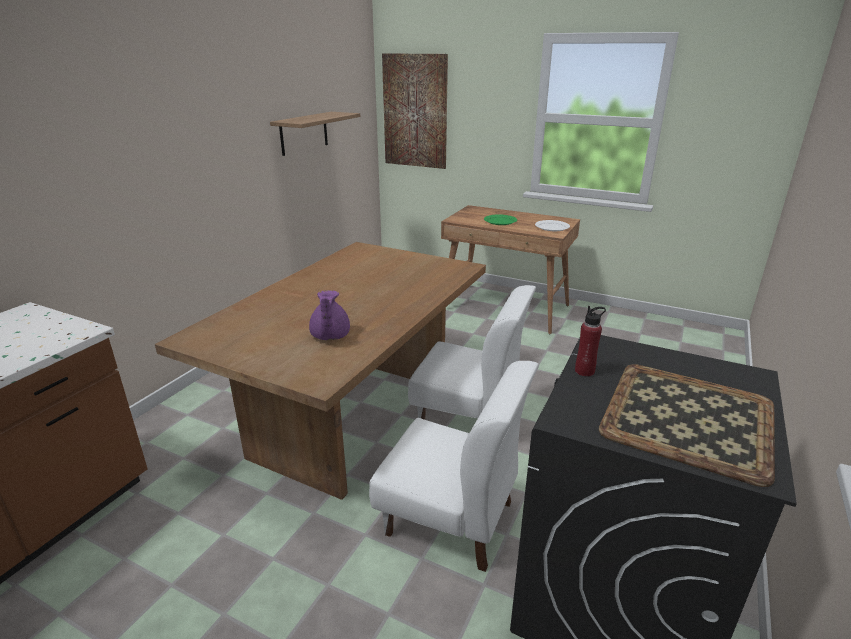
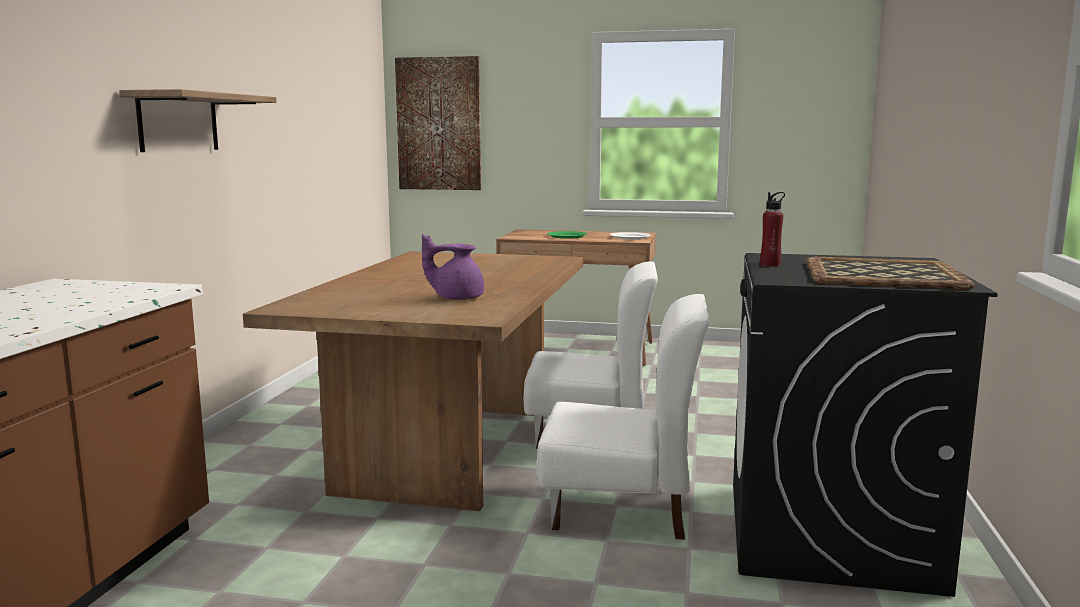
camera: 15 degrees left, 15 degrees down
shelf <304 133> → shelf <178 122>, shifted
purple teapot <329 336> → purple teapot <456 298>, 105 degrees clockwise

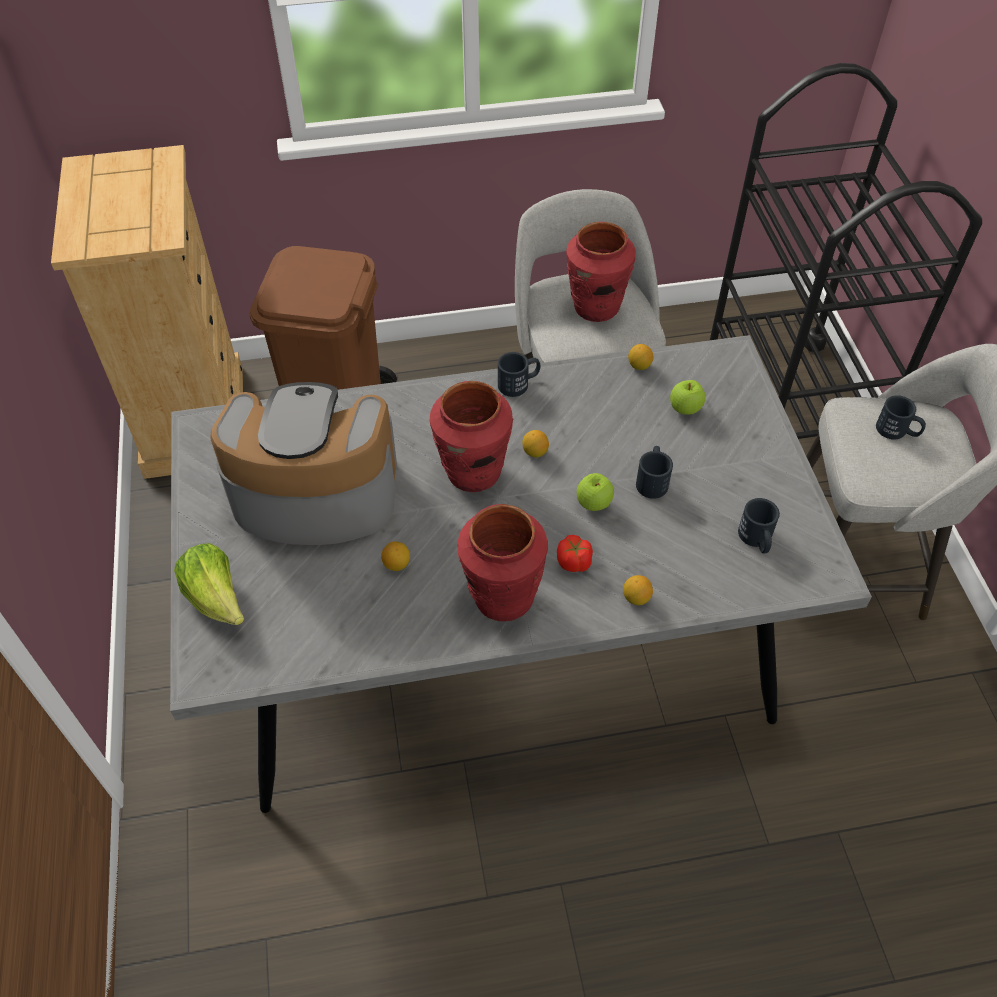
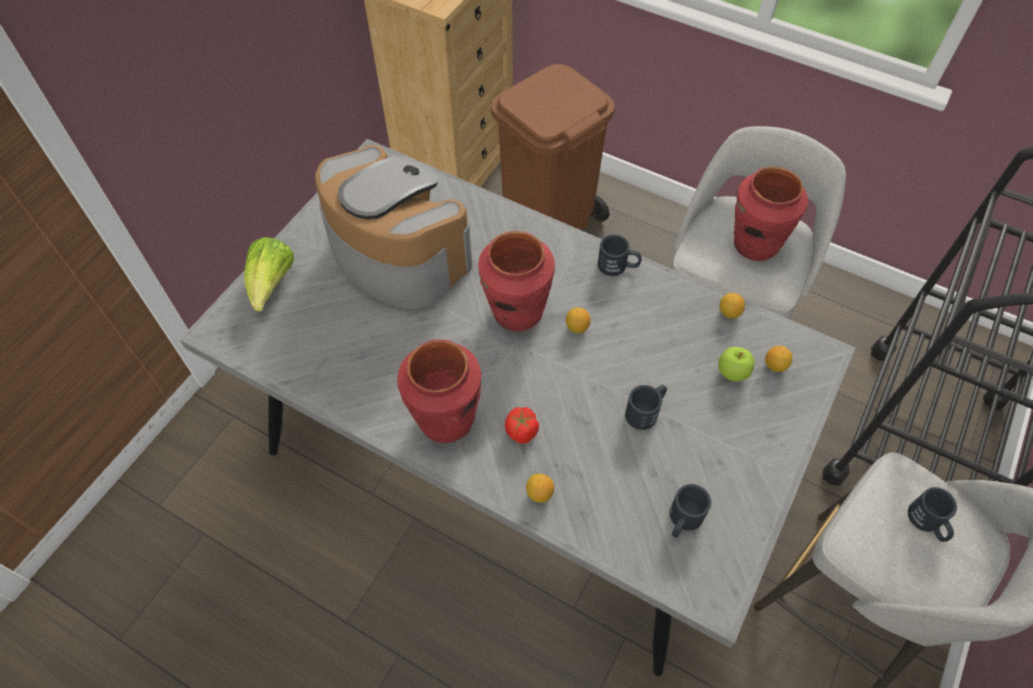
camera: 40 degrees right, 5 degrees up
lemon <397 564> → lemon <775 365>, shifted
apple <593 503> → -

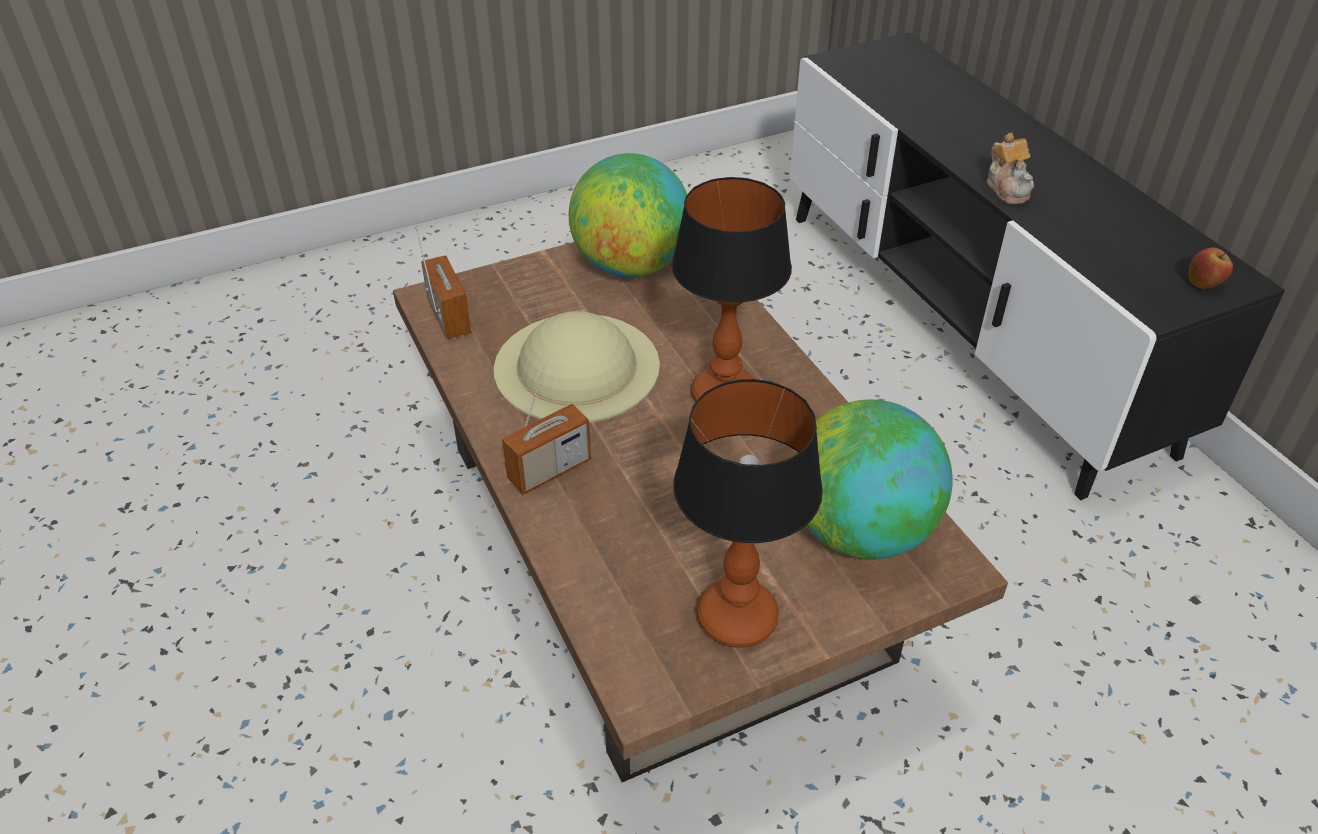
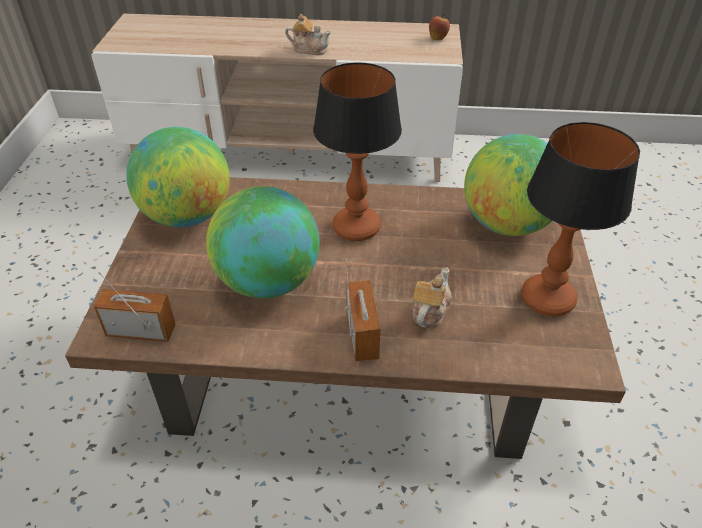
camera: 60 degrees left, 0 degrees up
beige hat <577 366> → globe <268 282>
black tv stand <966 324> → beige tv stand <290 153>
- → teapot <429 311>

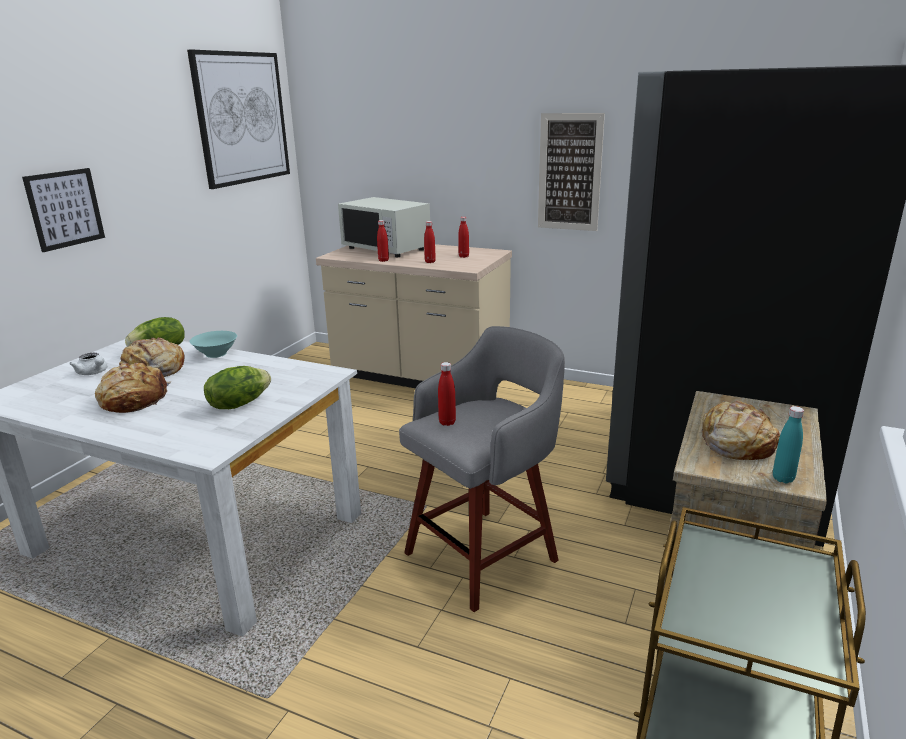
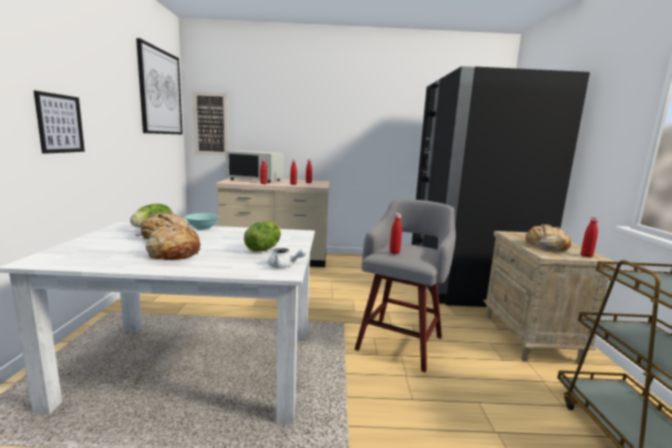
camera: 25 degrees left, 10 degrees down
white teapot <93 373> → white teapot <284 266>, shifted
picture <569 172> → picture <210 124>, shifted
turquoise bottle <783 478> → red bottle <586 256>

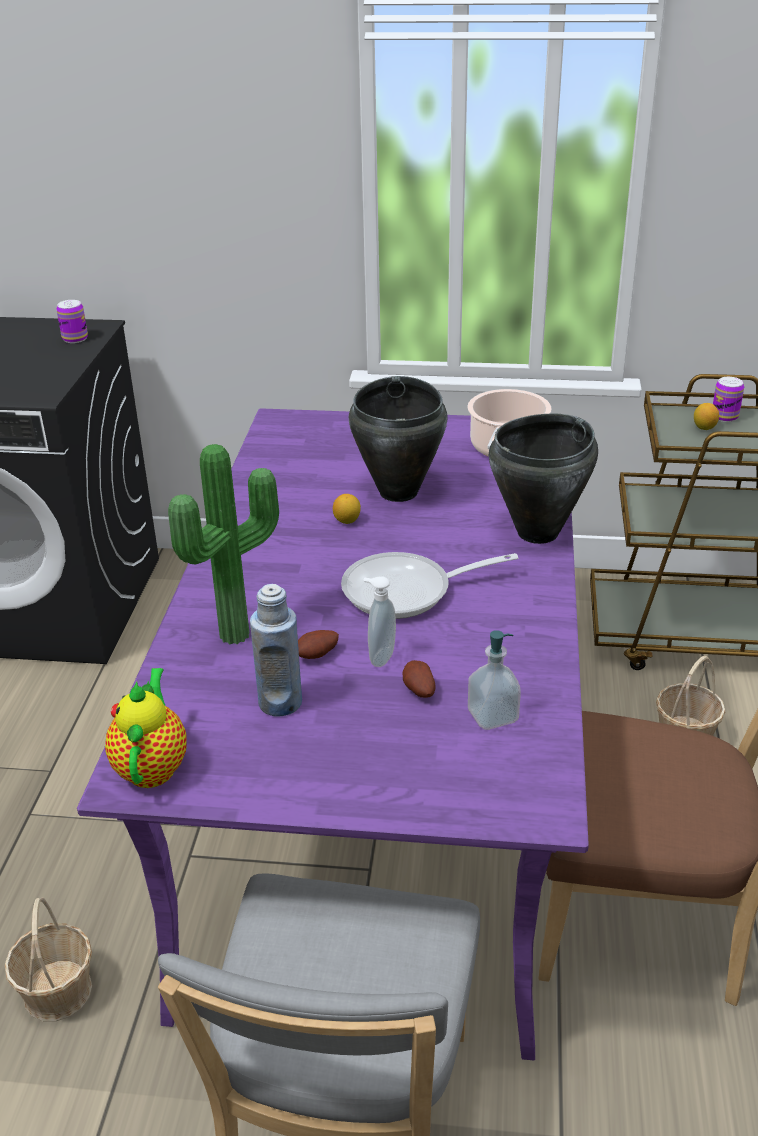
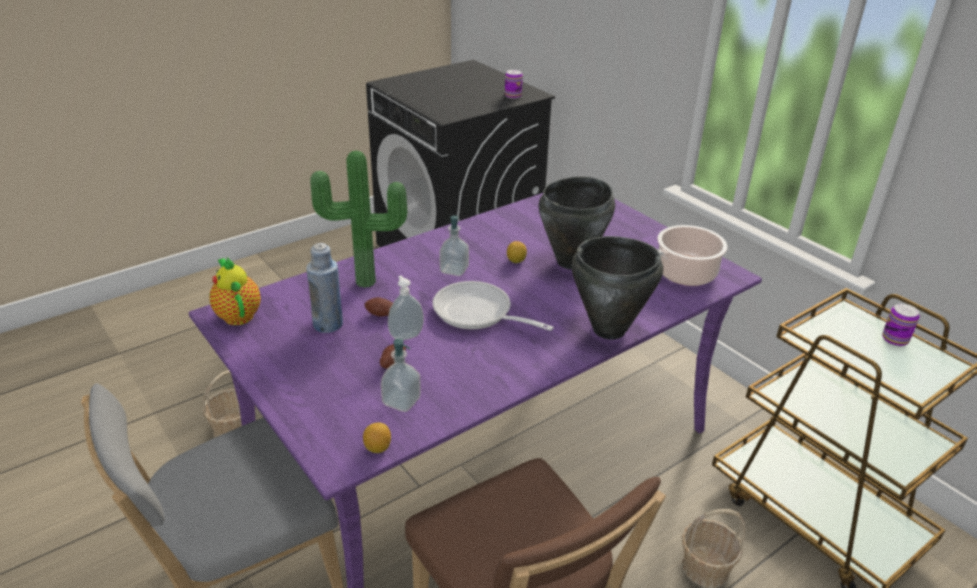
camera: 45 degrees right, 0 degrees up
teapot <152 766> → teapot <238 314>, 75 degrees counterclockwise
lemon <704 427> → lemon <377 448>, shifted
- → soap dispenser <454 270>

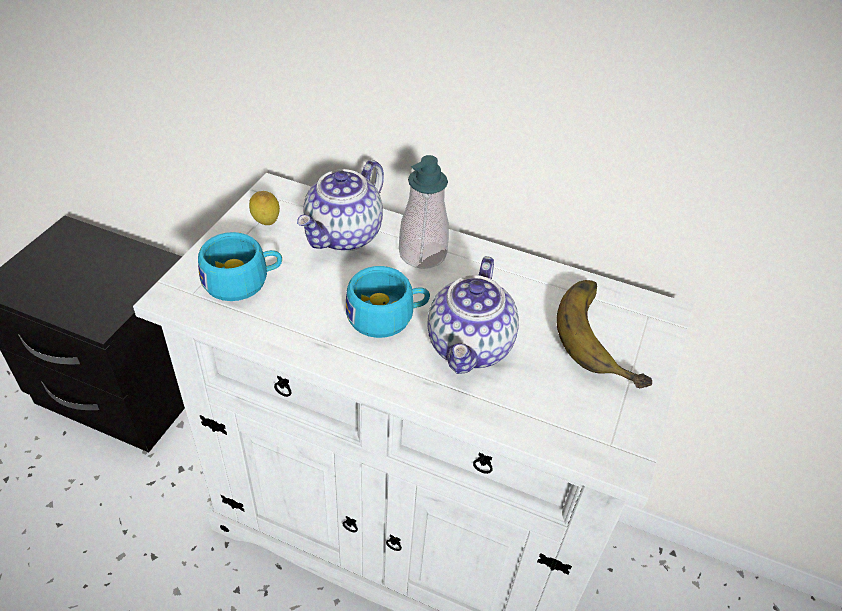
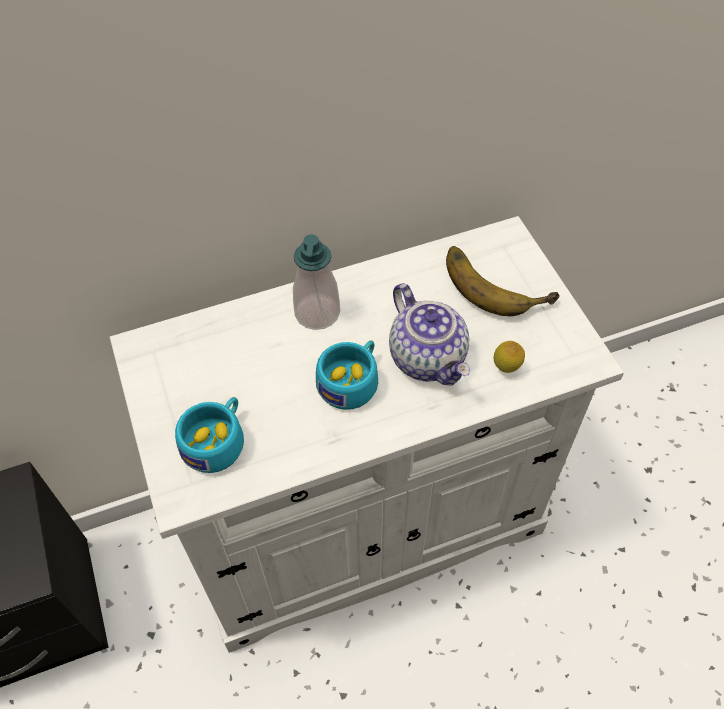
camera: 40 degrees left, 10 degrees up
lemon <266 224> → lemon <506 369>, shifted
teapot <344 235> → -

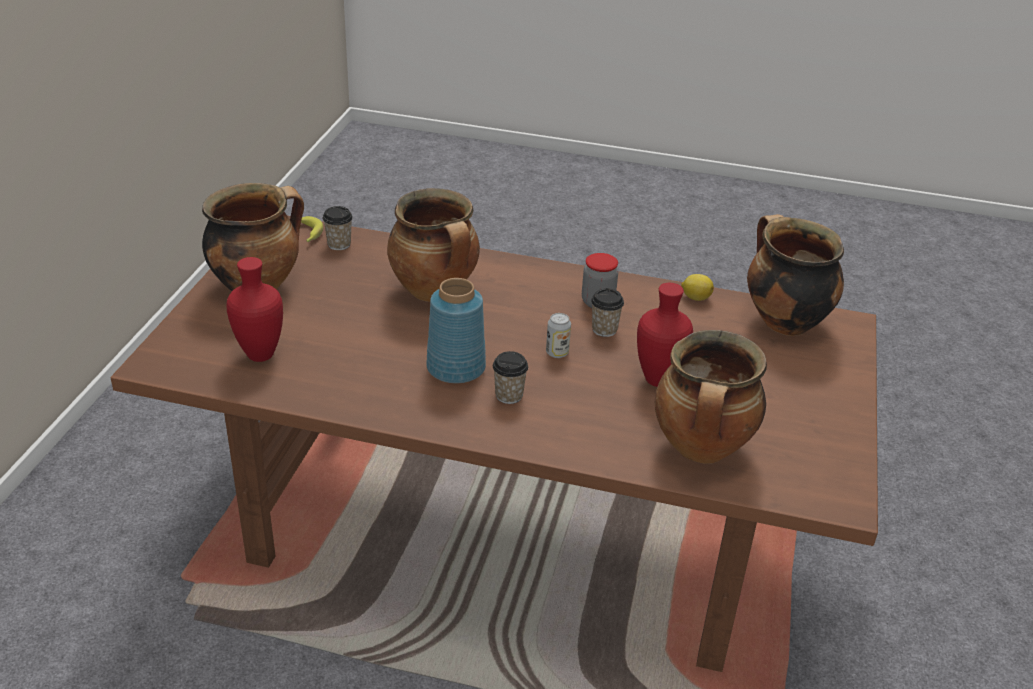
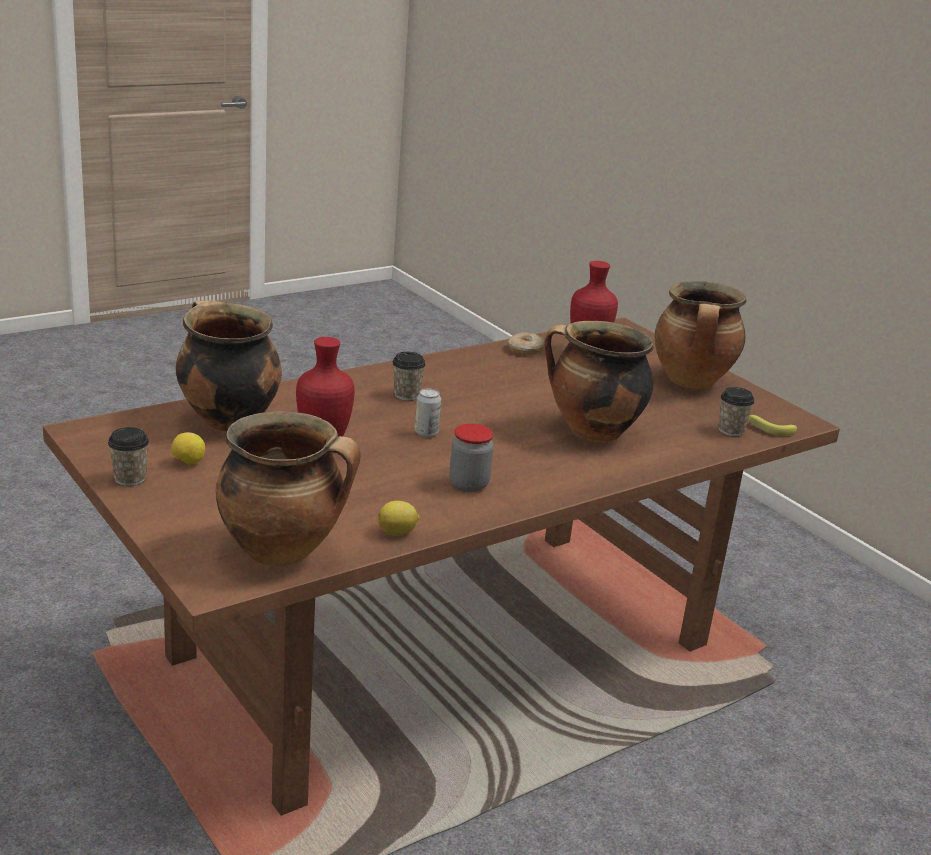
camera: 130 degrees right, 10 degrees down
blue vase <457 368> → -
cup <604 330> → cup <130 478>, shifted
- → lemon <188 462>
- → donut <525 350>

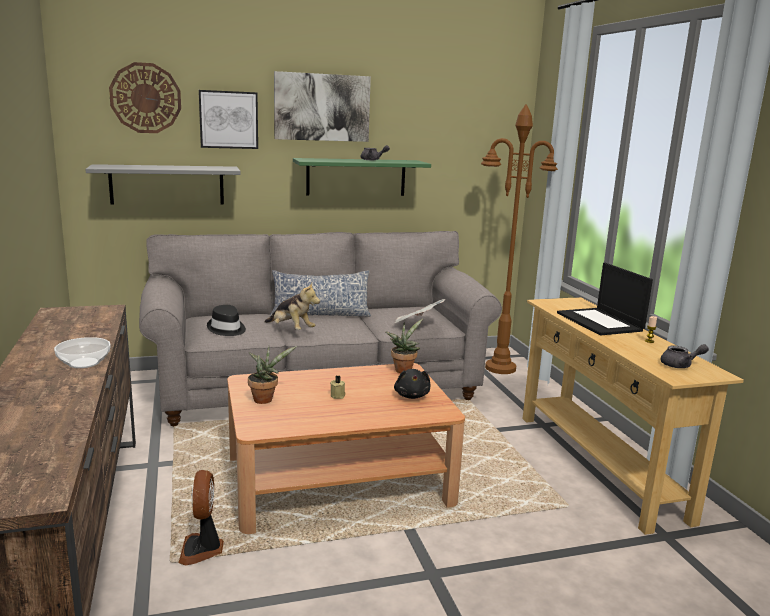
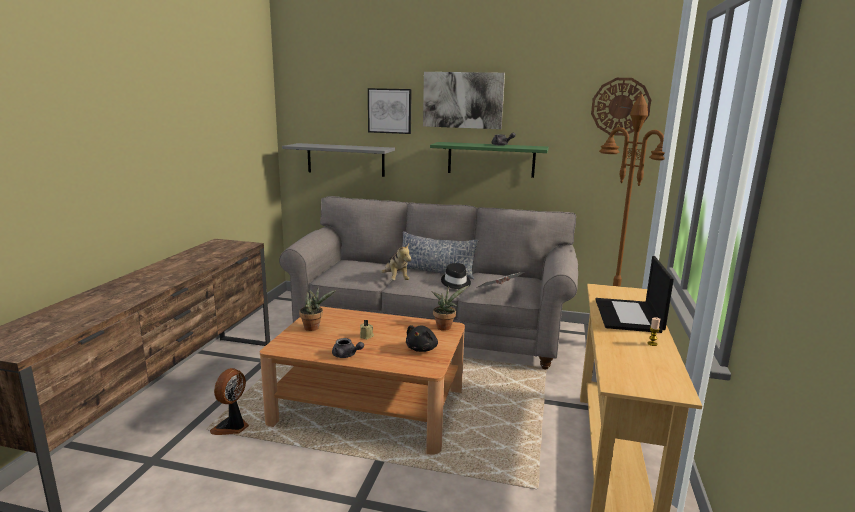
camera: 30 degrees right, 0 degrees up
bowl <85 363> → -
wall clock <145 98> → wall clock <620 106>, shifted
black hat <226 329> → black hat <455 283>, shifted
grey teapot <680 365> → grey teapot <346 355>, shifted

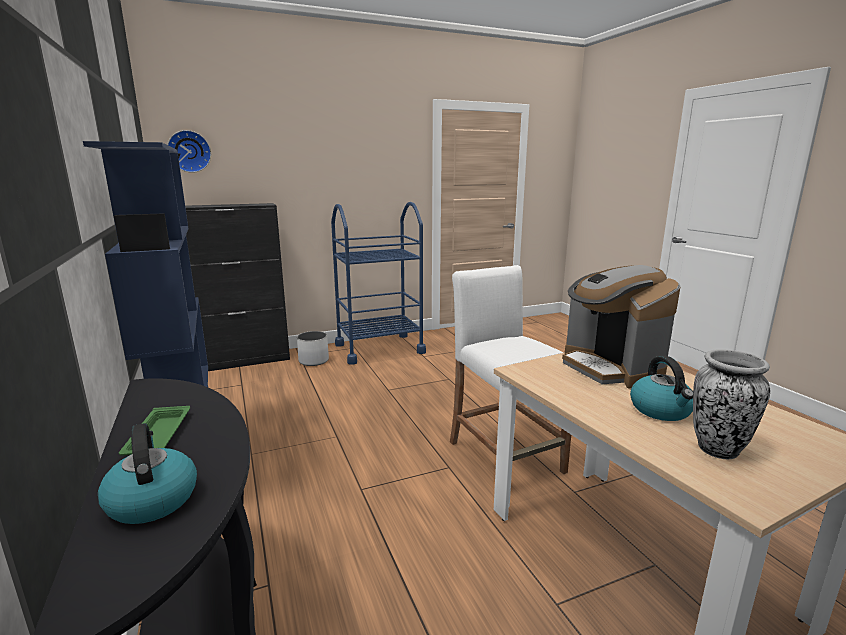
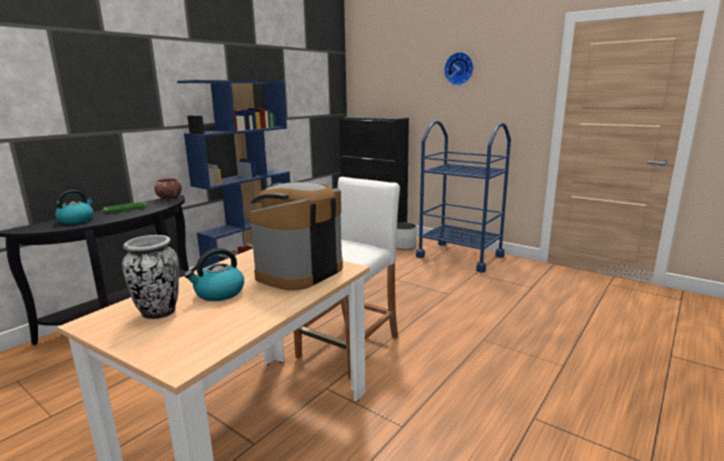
camera: 60 degrees right, 0 degrees up
wall clock <189 151> → wall clock <459 69>, shifted
- → bowl <169 199>

